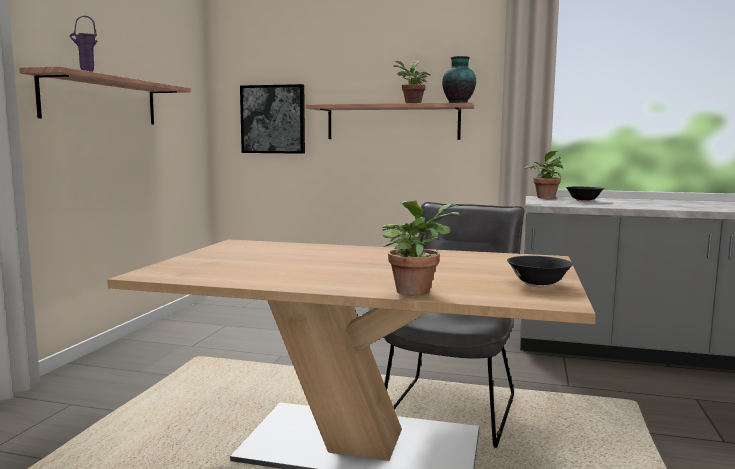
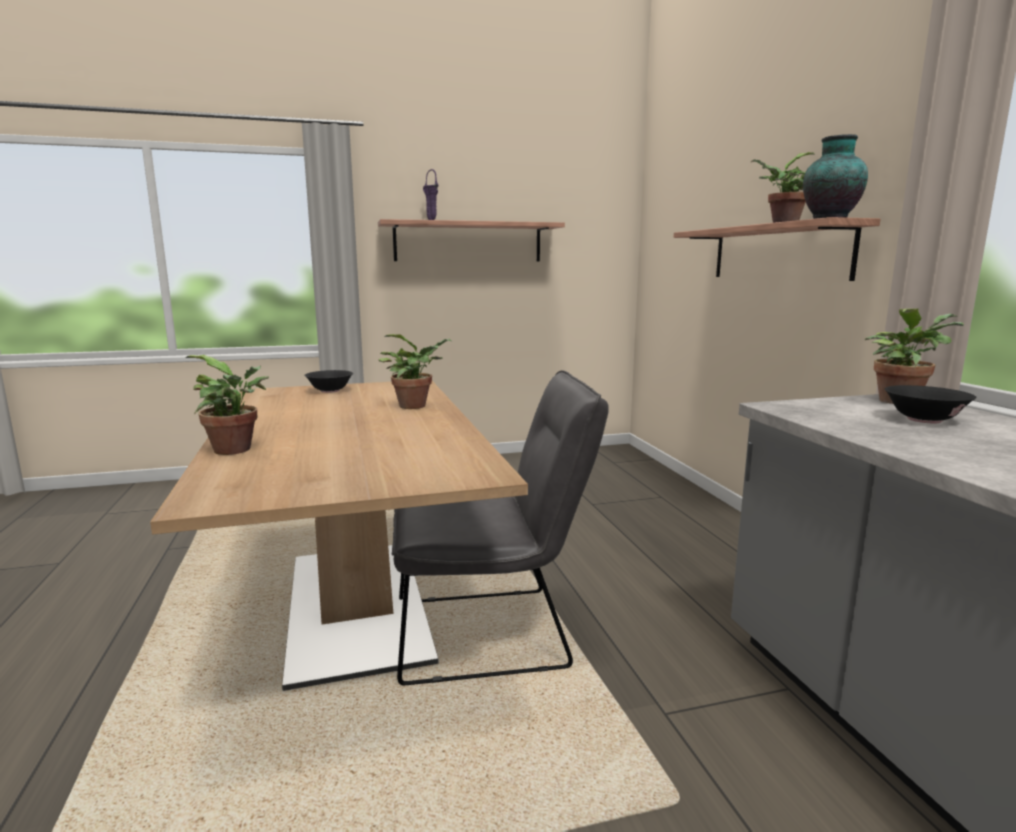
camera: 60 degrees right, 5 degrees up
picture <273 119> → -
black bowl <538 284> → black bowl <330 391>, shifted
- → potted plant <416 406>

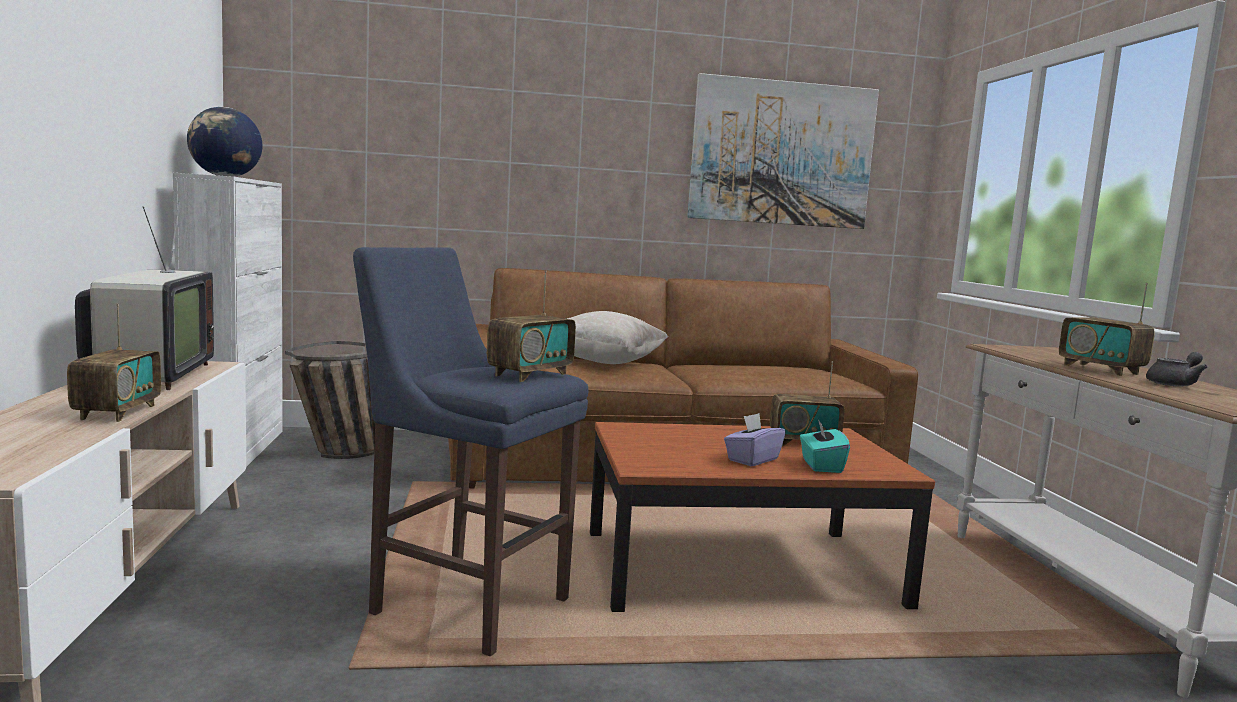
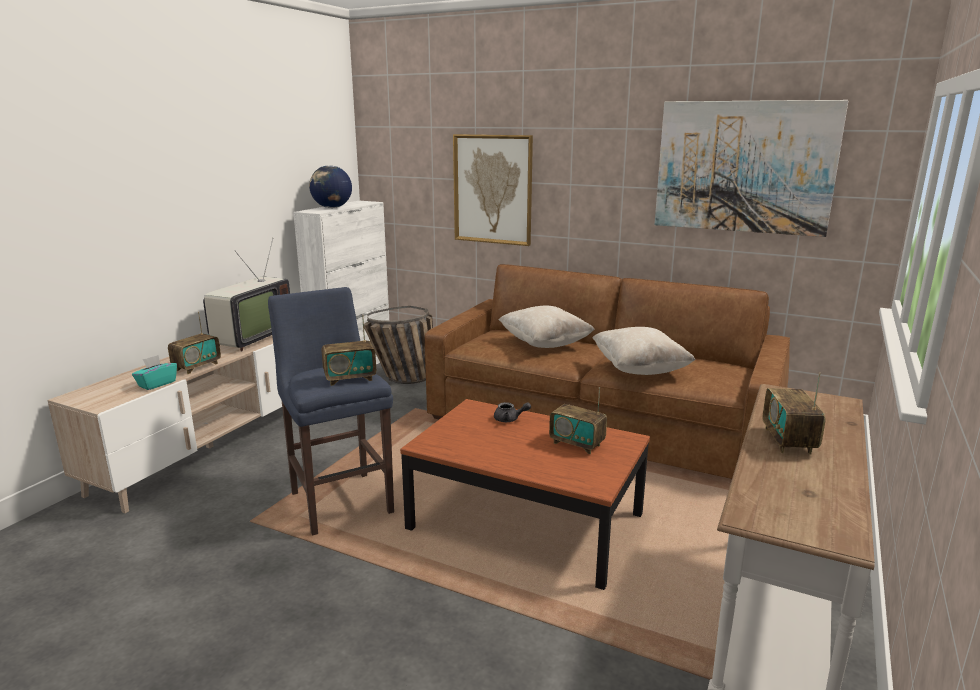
camera: 35 degrees right, 10 degrees up
purple tissue box <752 459> → -
turquoise tissue box <821 465> → turquoise tissue box <157 384>, shifted
grey teapot <1174 384> → grey teapot <510 419>, shifted
- → picture <493 189>
- → beige pillow <639 370>

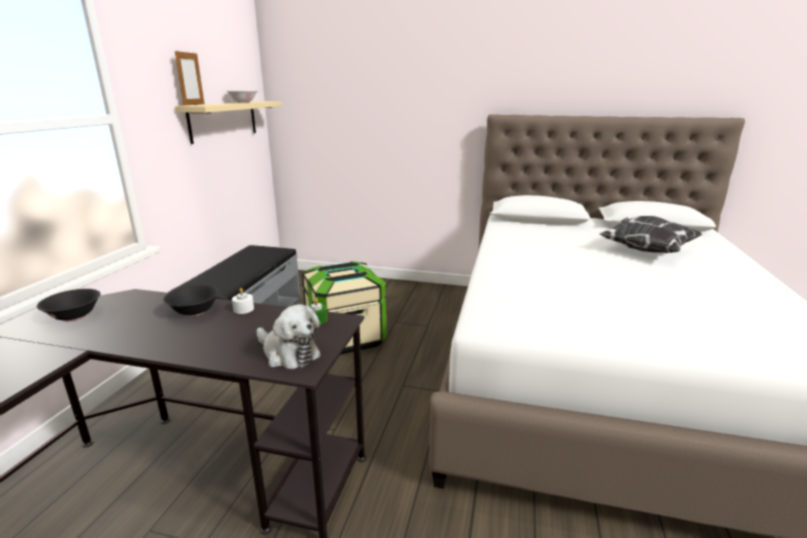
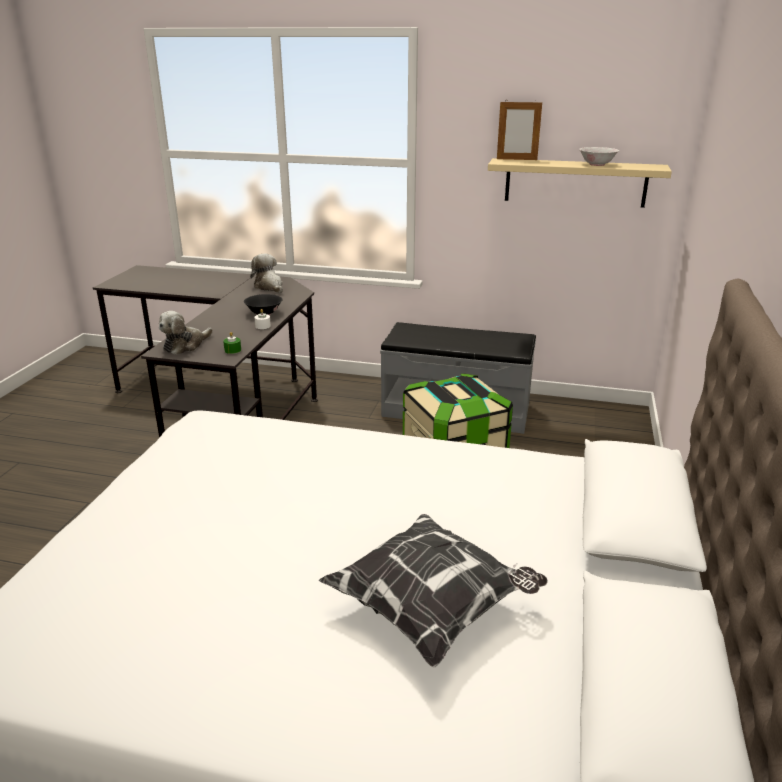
camera: 90 degrees right, 5 degrees up
black bowl <75 316> → plush toy <269 287>

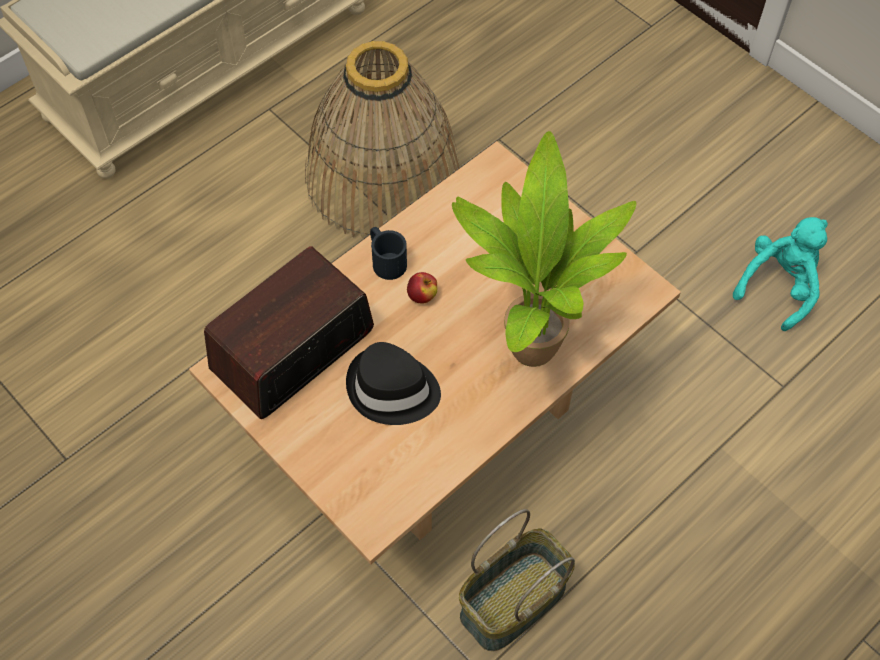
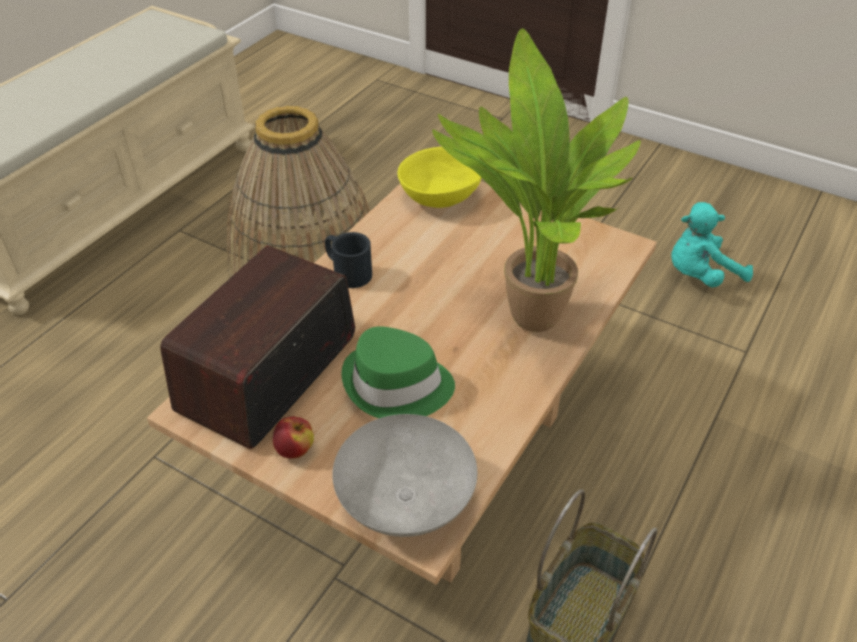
camera: 15 degrees left, 15 degrees down
black hat <392 390> → green hat <397 386>
apple <422 296> → apple <295 450>, shifted
turquoise plush toy <779 286> → turquoise plush toy <699 275>, 135 degrees counterclockwise
- → grey bowl <403 502>
- → yellow bowl <441 197>

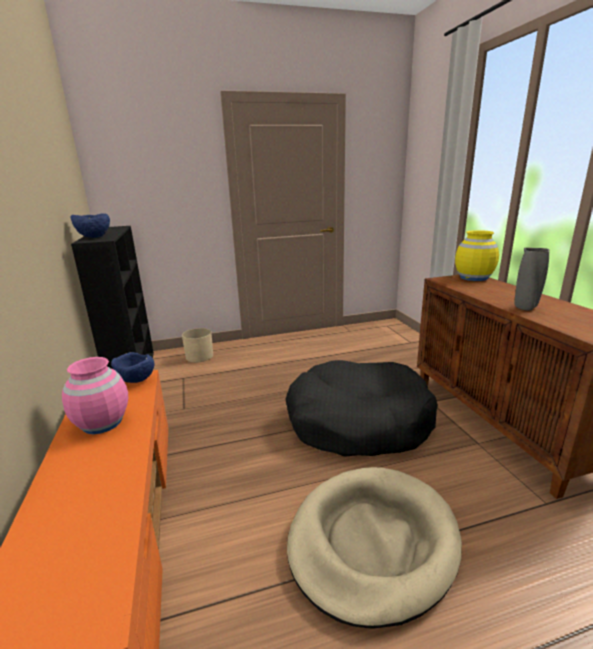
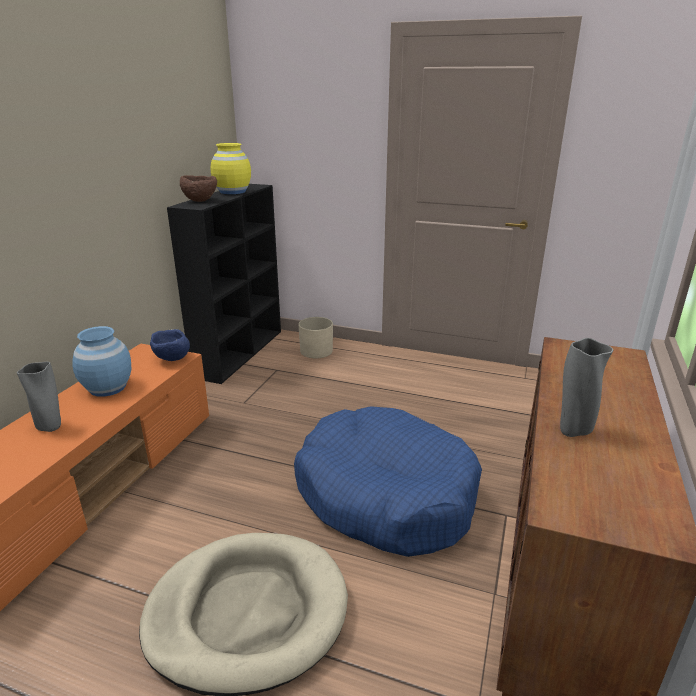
camera: 35 degrees right, 5 degrees up
pink vase <102 423> → blue vase <107 388>
blue bowl <94 237> → brown bowl <200 201>
black dog bed <358 422> → blue dog bed <385 494>
yellow vase <473 277> → yellow vase <232 191>, shifted
- → grey vase <50 428>

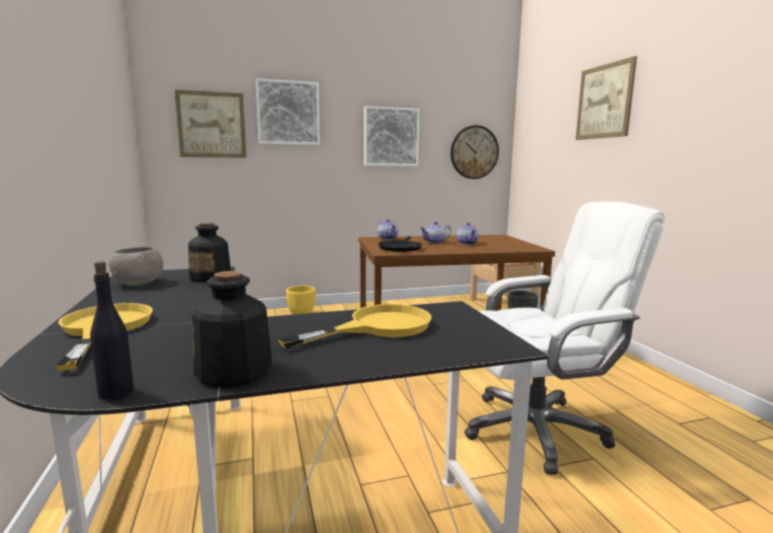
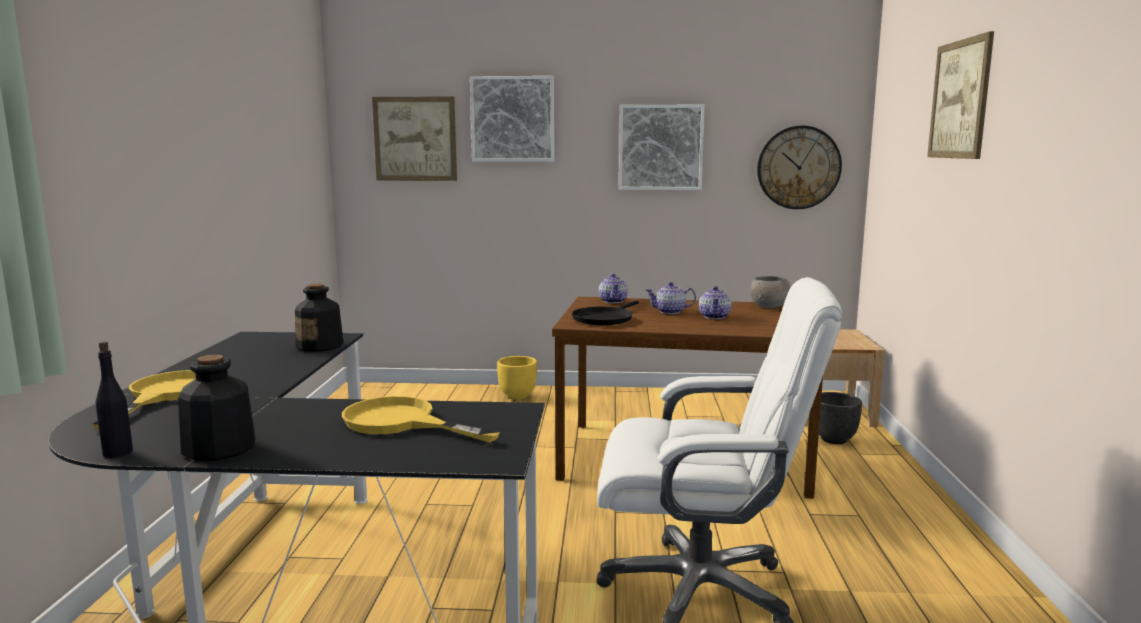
camera: 20 degrees right, 0 degrees up
grey bowl <139 283> → grey bowl <769 306>, shifted
yellow frying pan <377 327> → yellow frying pan <401 422>, 135 degrees counterclockwise

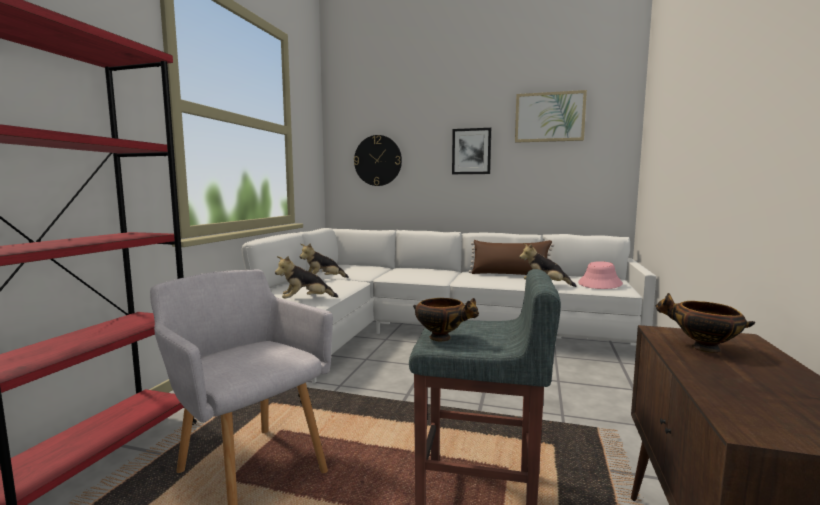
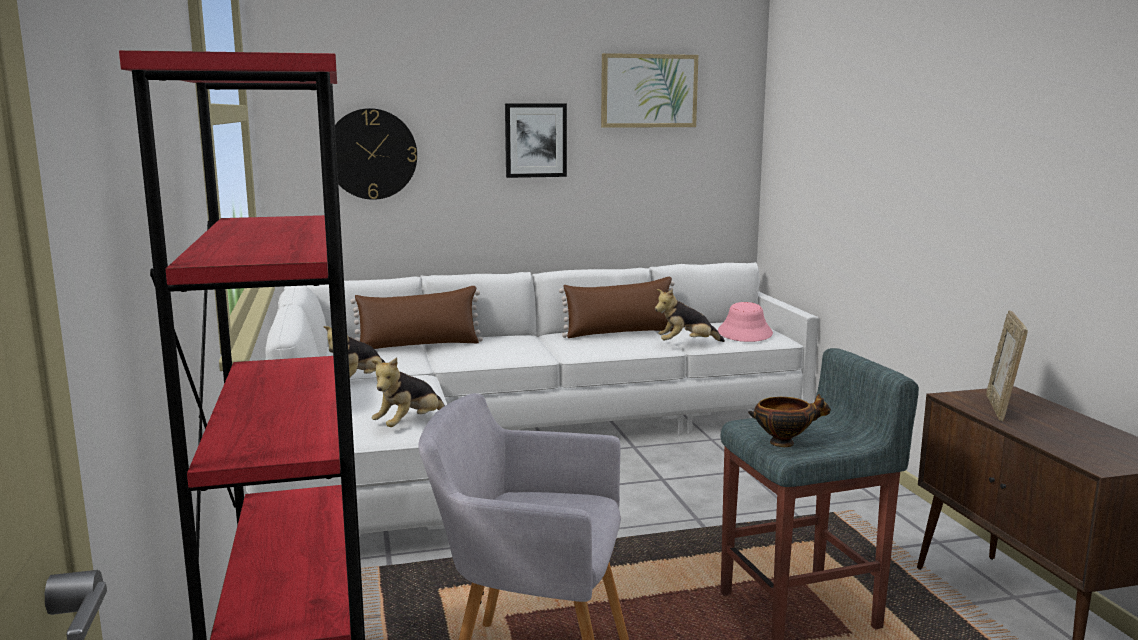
camera: 30 degrees left, 5 degrees up
bowl <702 348> → picture frame <1000 408>
- → brown pillow <419 345>

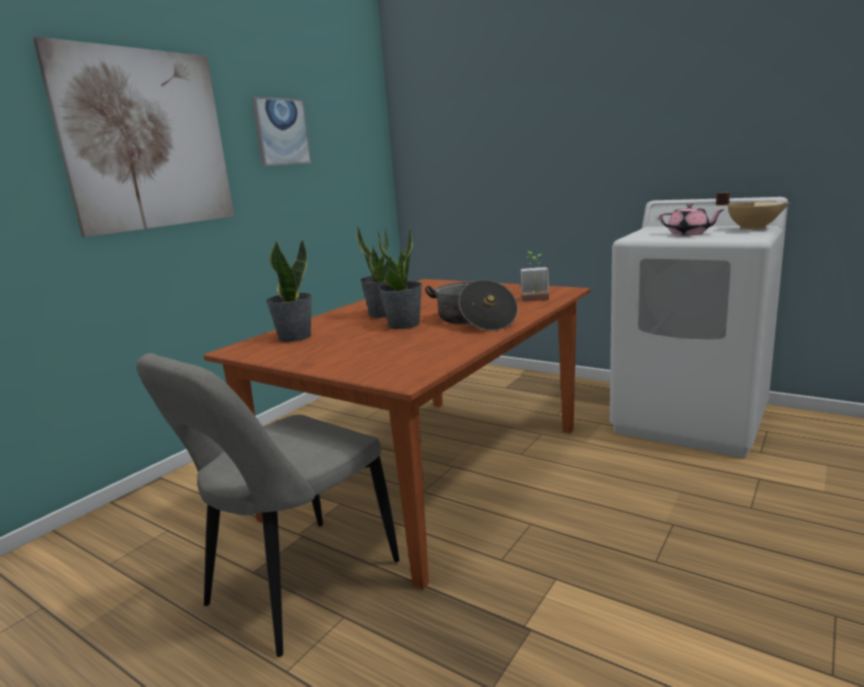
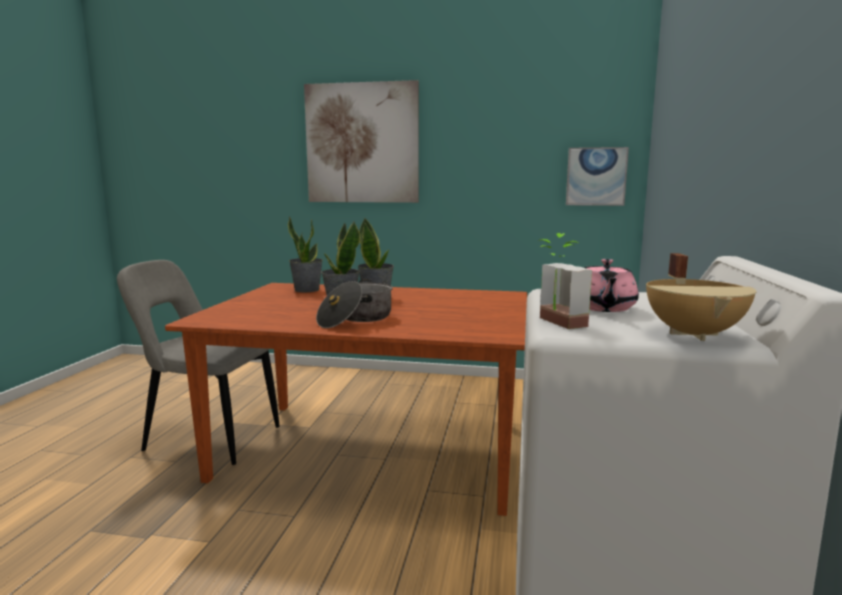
camera: 65 degrees right, 5 degrees down
picture <281 132> → picture <596 176>, shifted
potted plant <535 300> → potted plant <554 323>, shifted

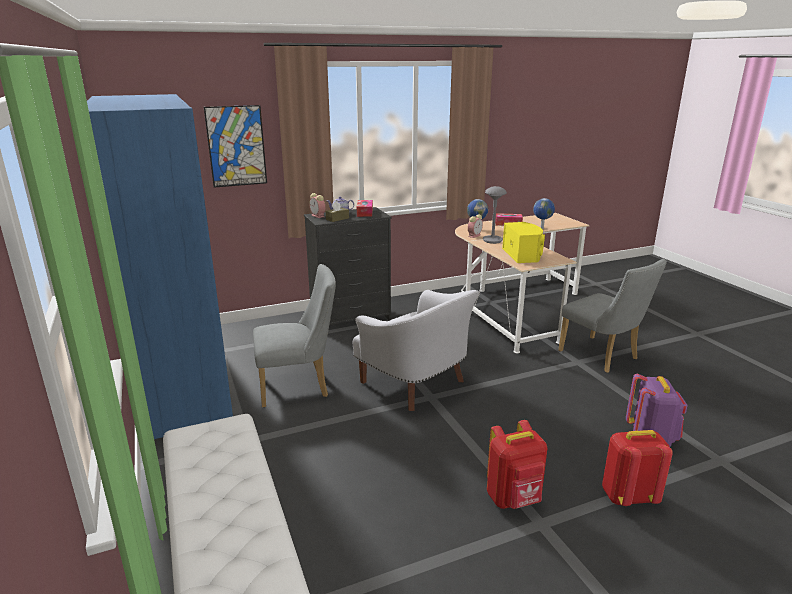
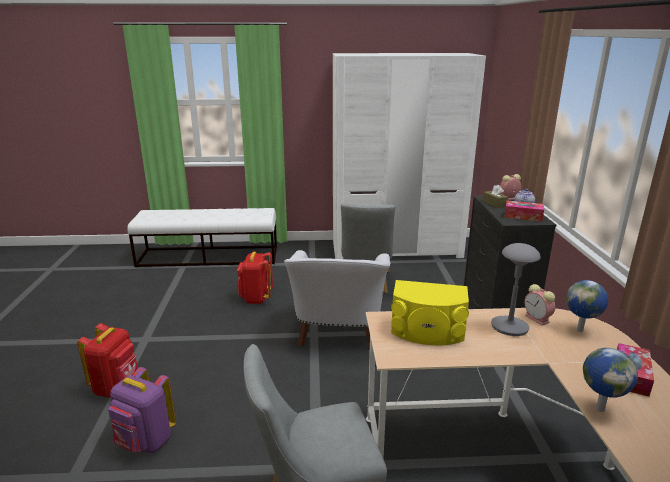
camera: 110 degrees right, 0 degrees up
blue wardrobe <182 381> → white wardrobe <395 249>
picture <236 146> → -
white armchair <416 384> → white armchair <338 332>, 60 degrees counterclockwise
red backpack <514 499> → red backpack <256 299>, shifted

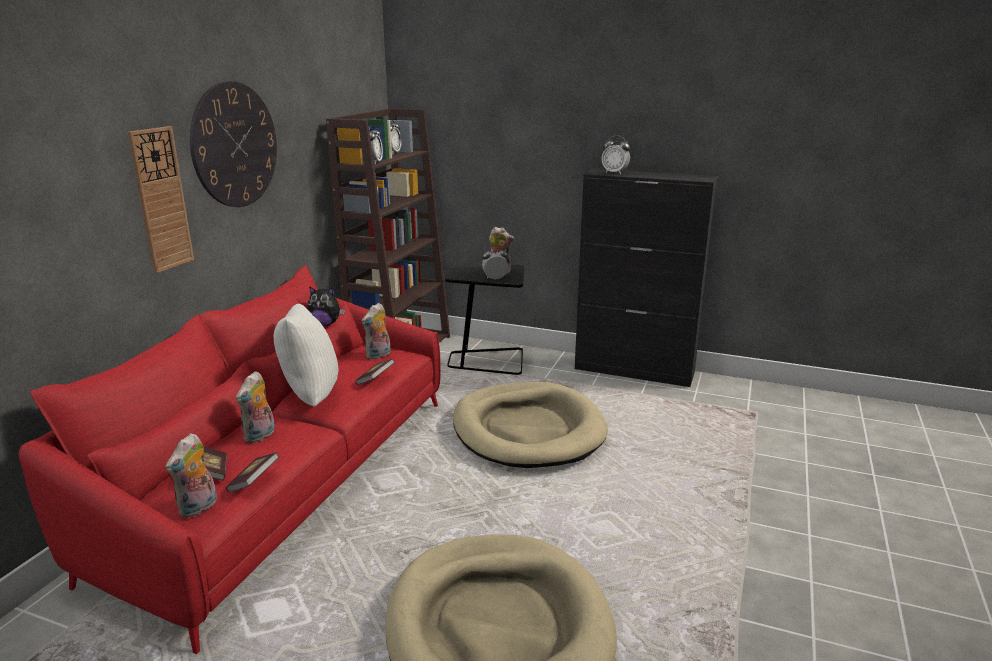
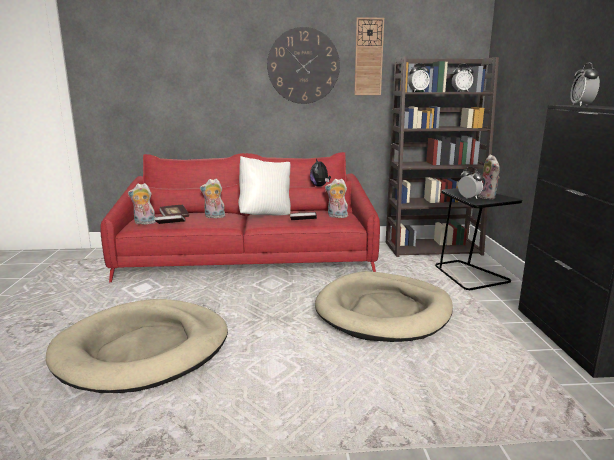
camera: 65 degrees right, 5 degrees down
wall clock <161 199> → wall clock <368 57>, shifted

